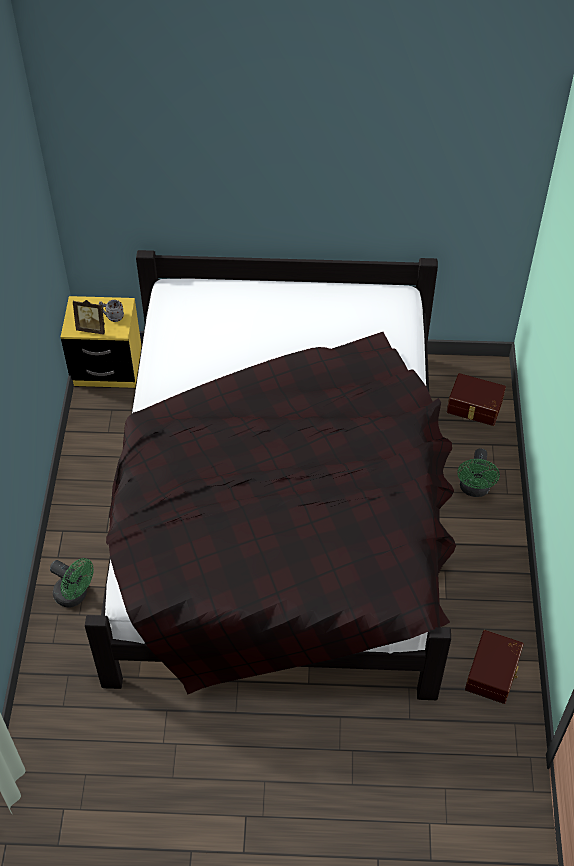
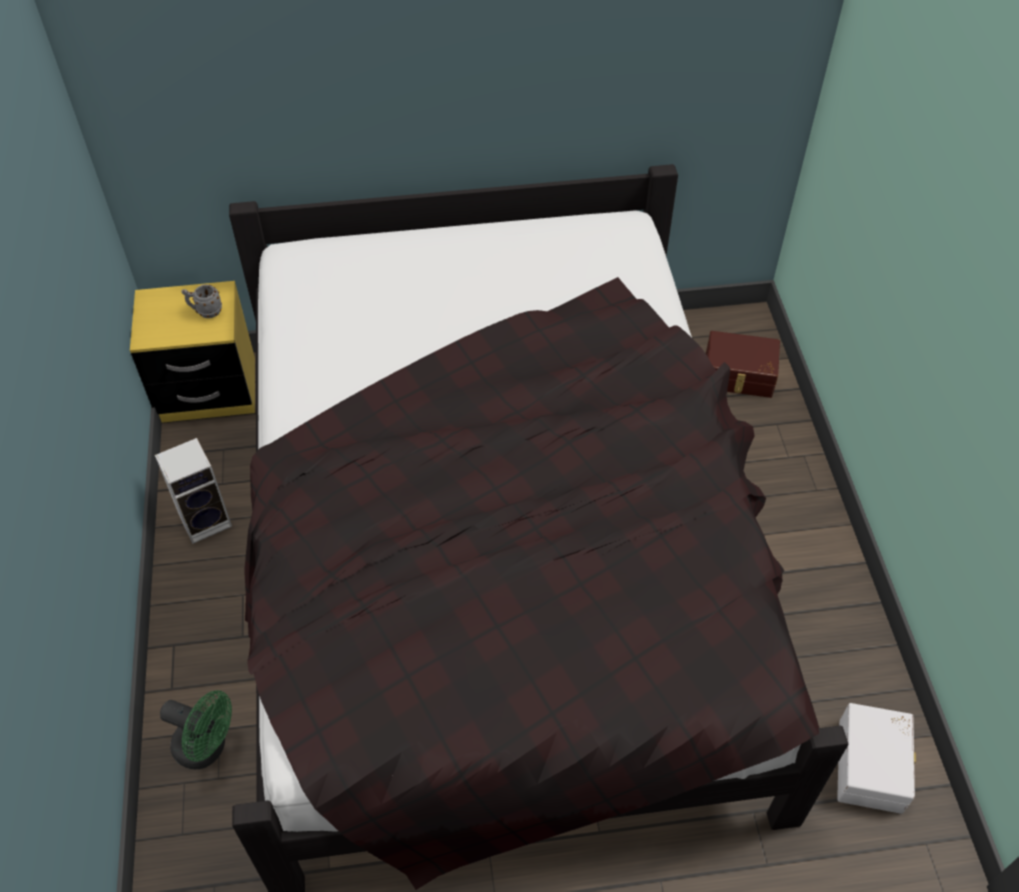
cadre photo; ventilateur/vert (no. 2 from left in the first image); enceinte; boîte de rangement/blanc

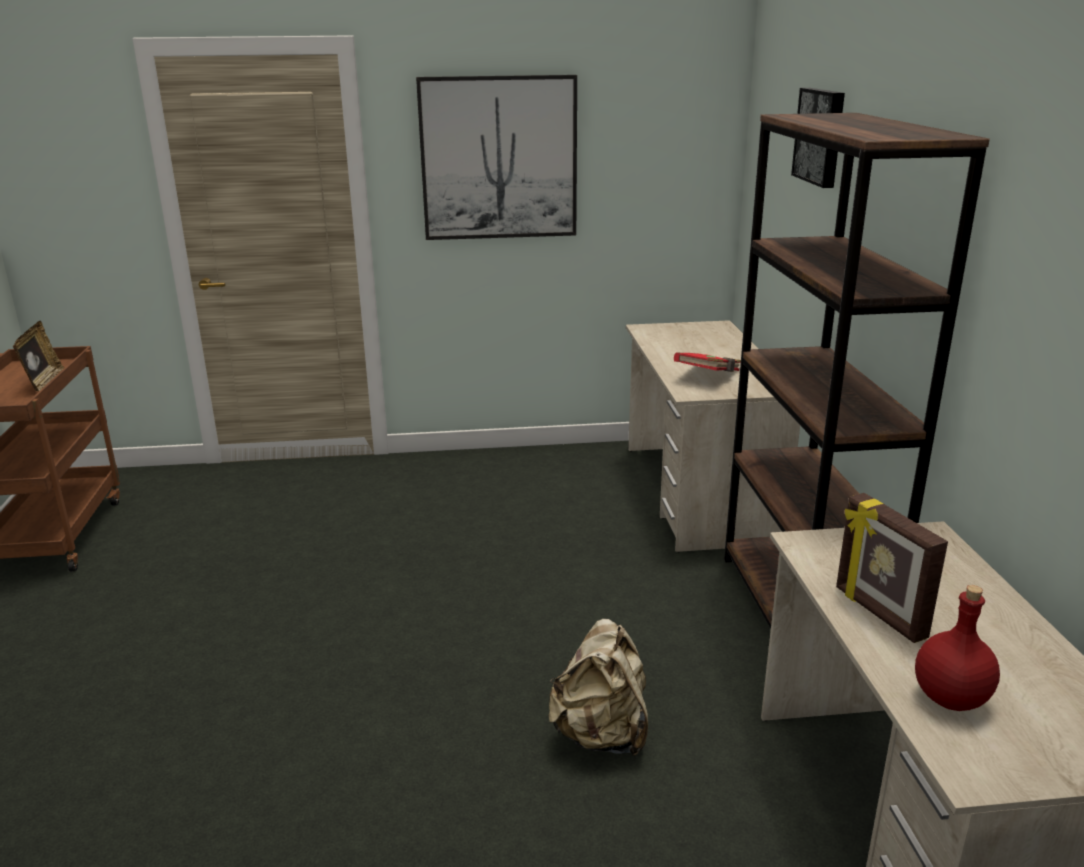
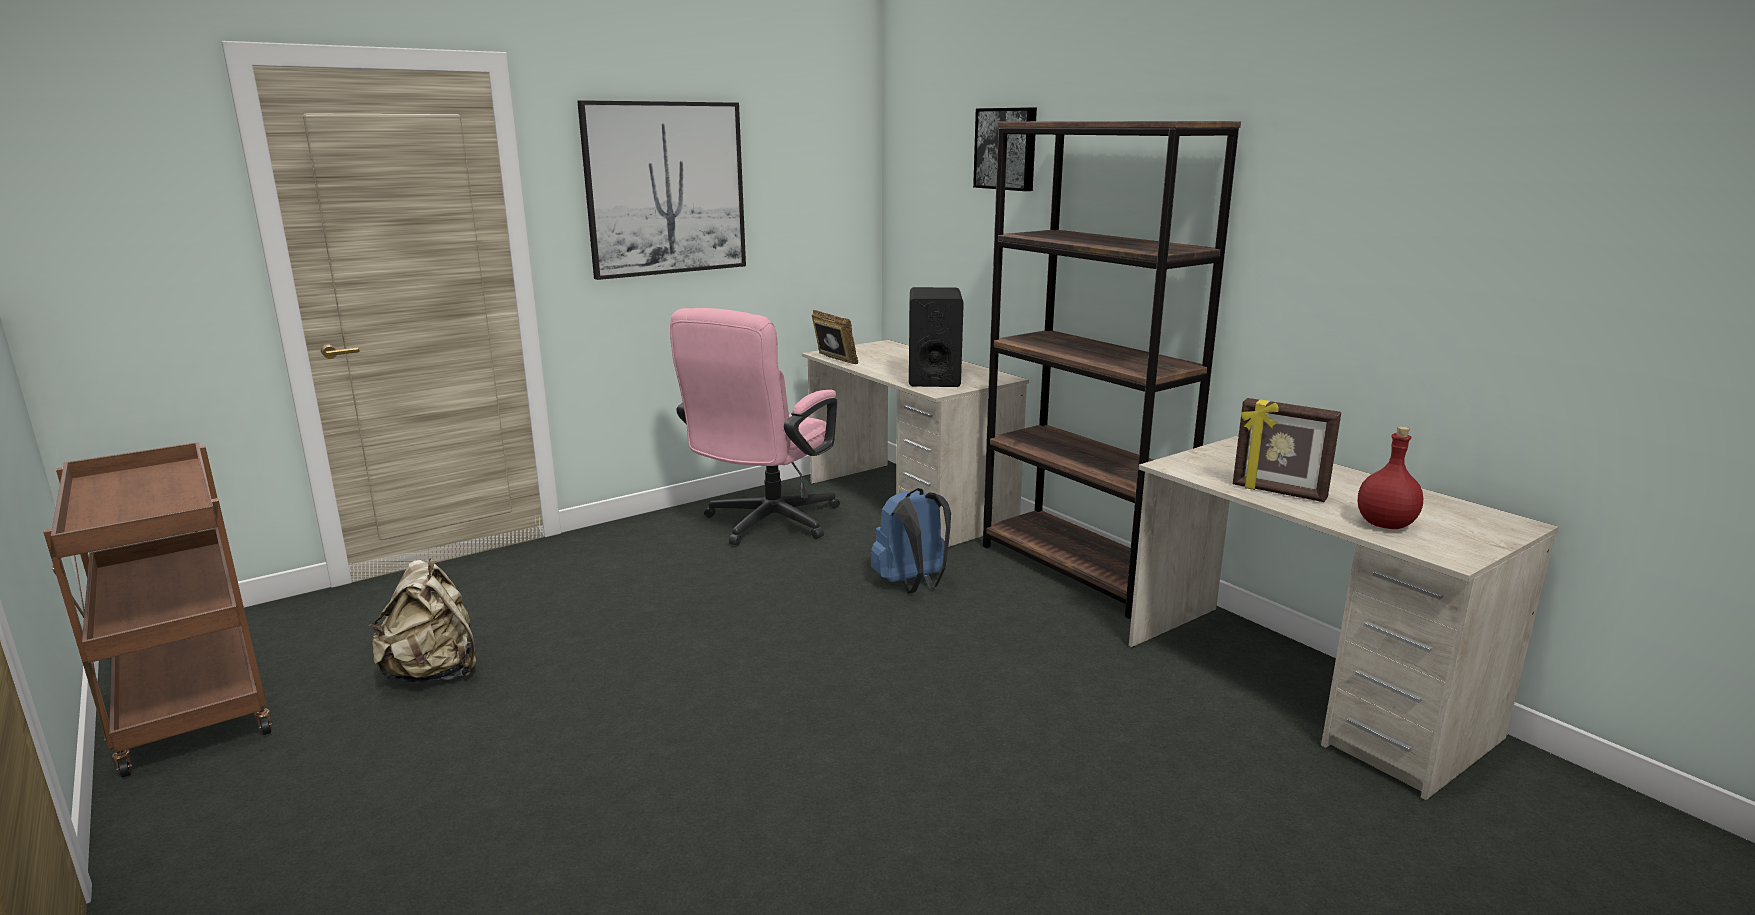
chaise de bureau/rose; sac à dos/bleu; cadre photo (no. 1 from left); sac à dos/beige; enceinte/noir

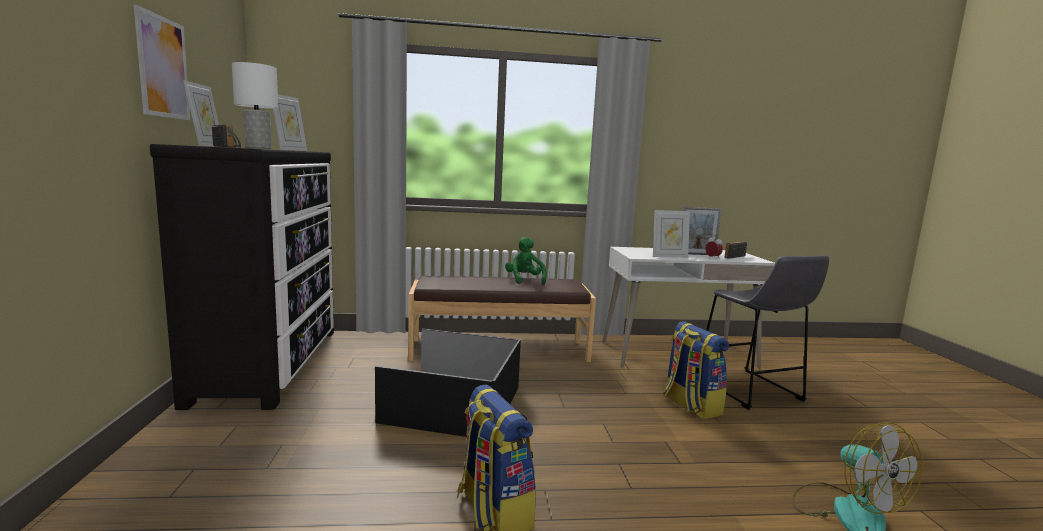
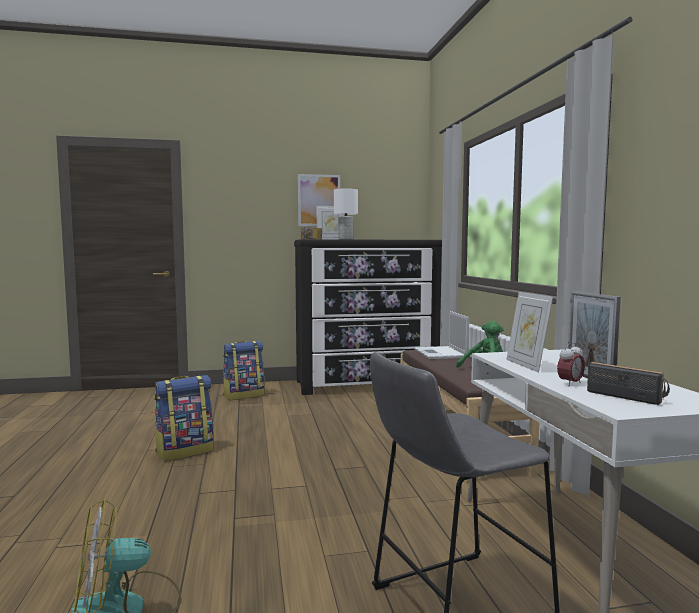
cadre photo (no. 2 from left in the first image); boîte de rangement/noir; ordinateur portable; sac à dos (no. 2 from left)

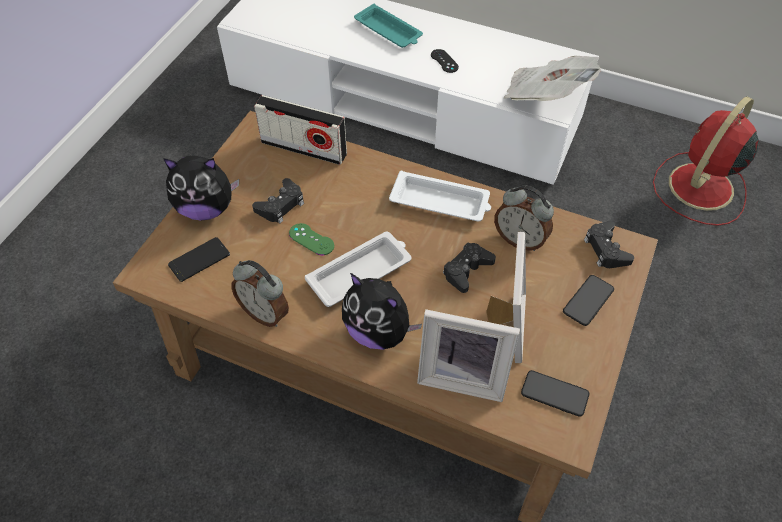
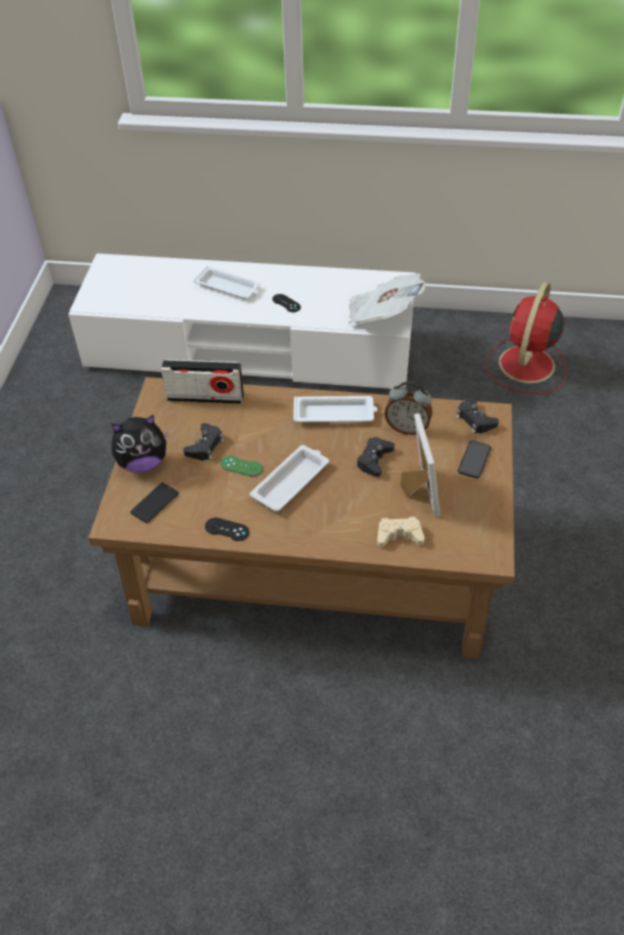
peluche (no. 2 from left in the first image); téléphone (no. 2 from left in the first image); manette/noir (no. 2 from left); manette/beige; plateau/blanc (no. 1 from left)

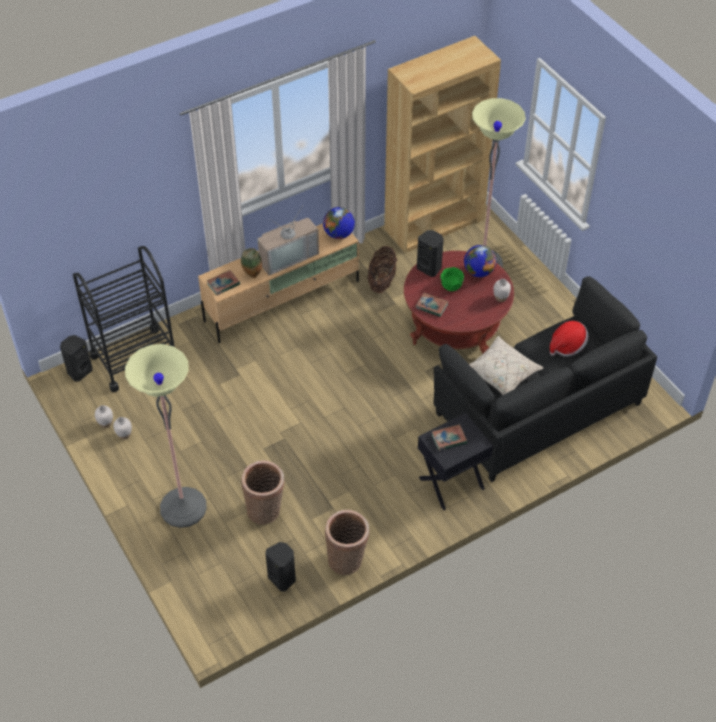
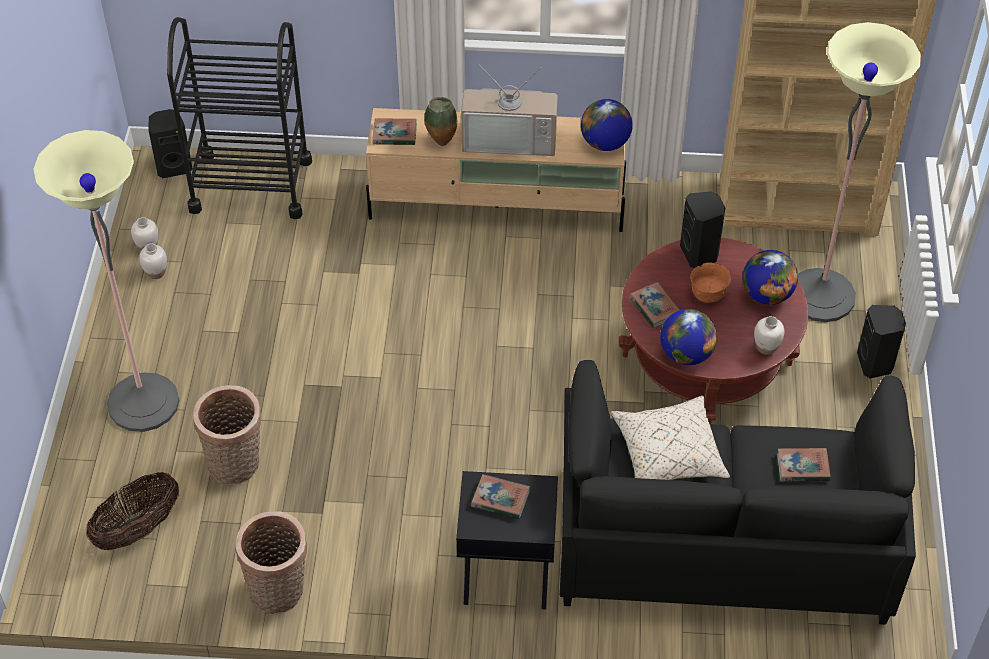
globe (no. 2 from left); enceinte/noir (no. 3 from left); panier (no. 1 from left); livre (no. 4 from left); bol/orange

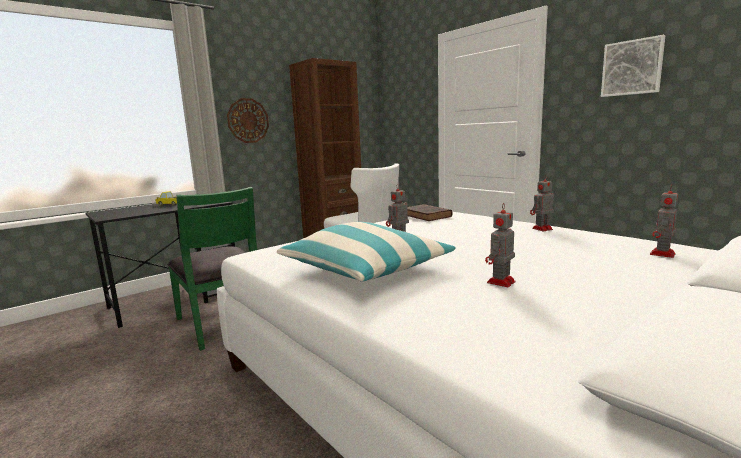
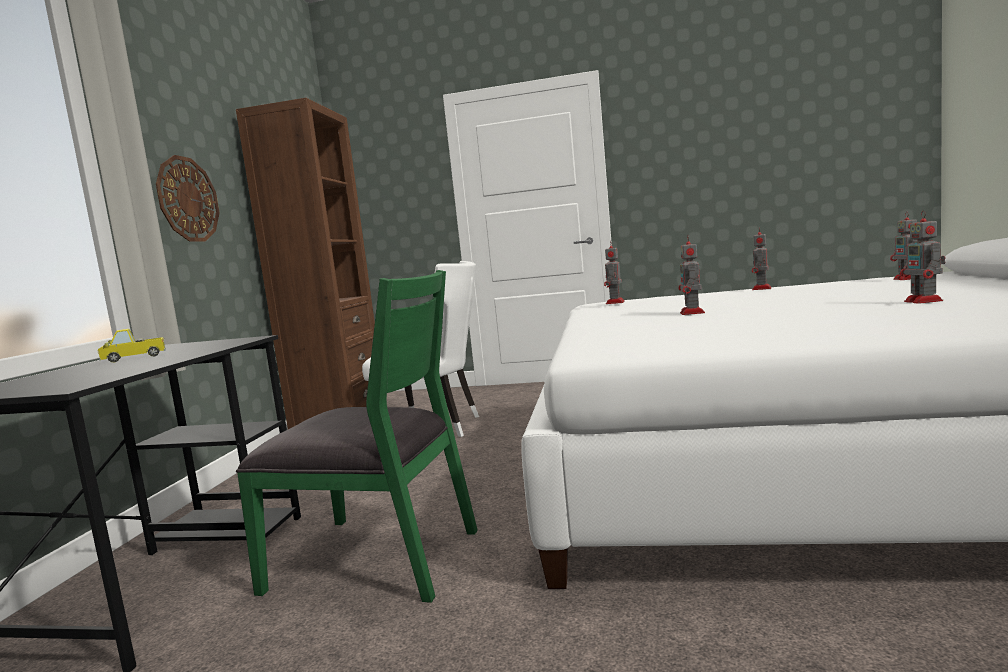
coussin; tableau; robot jouet (no. 1 from left)

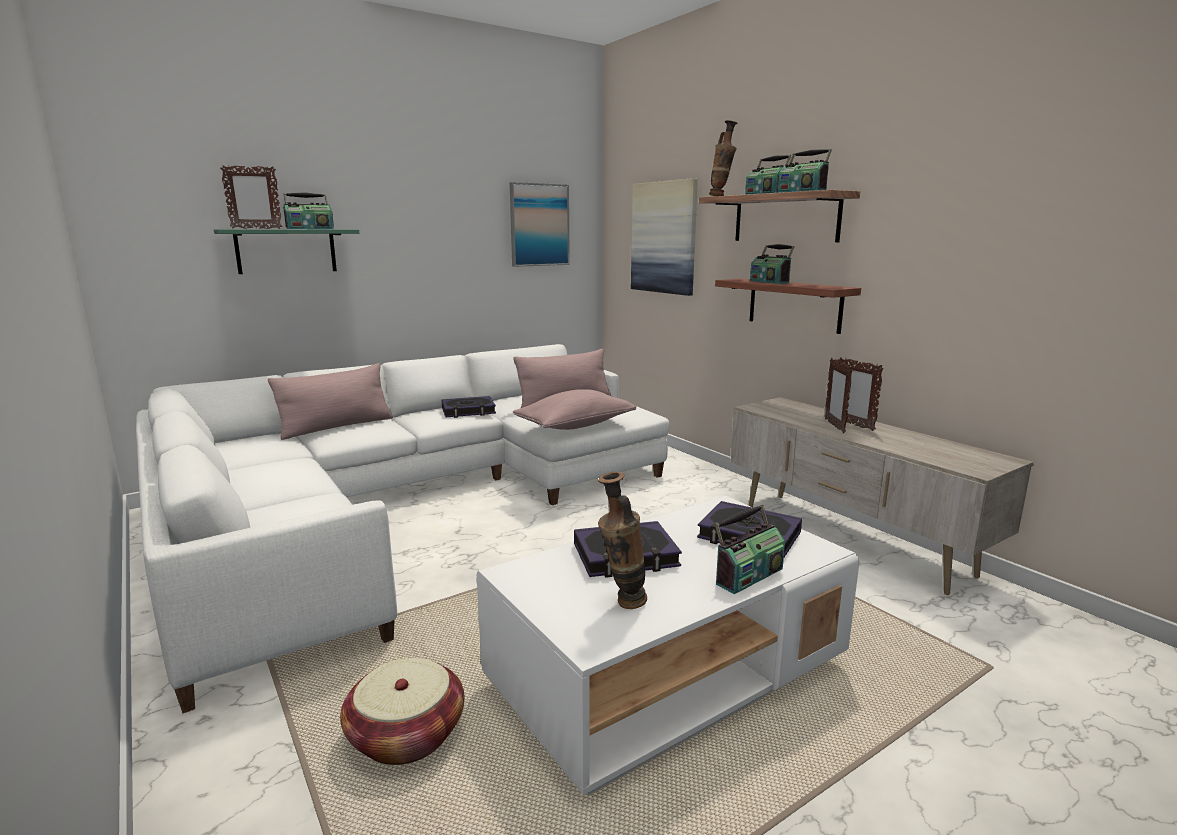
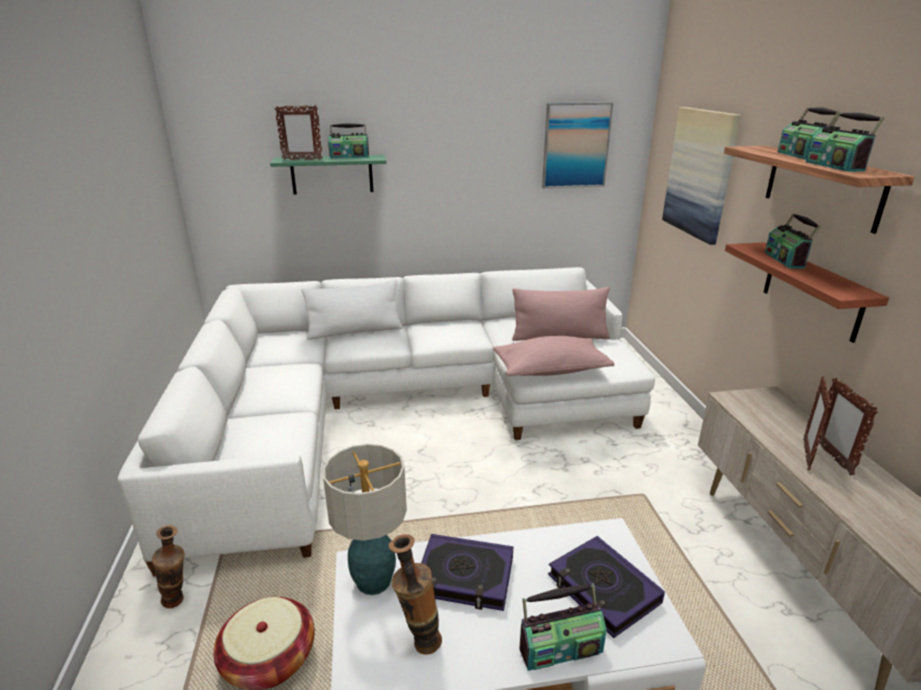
livre (no. 1 from left in the first image); lampe de table; vase (no. 1 from left); coussin/blanc

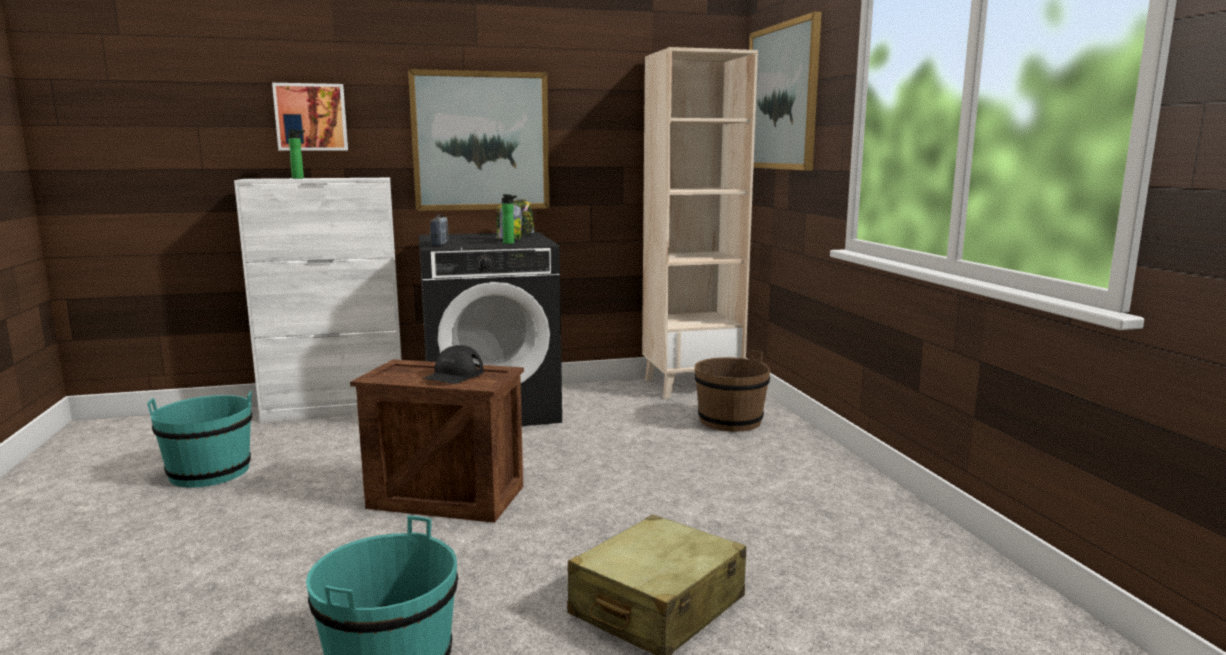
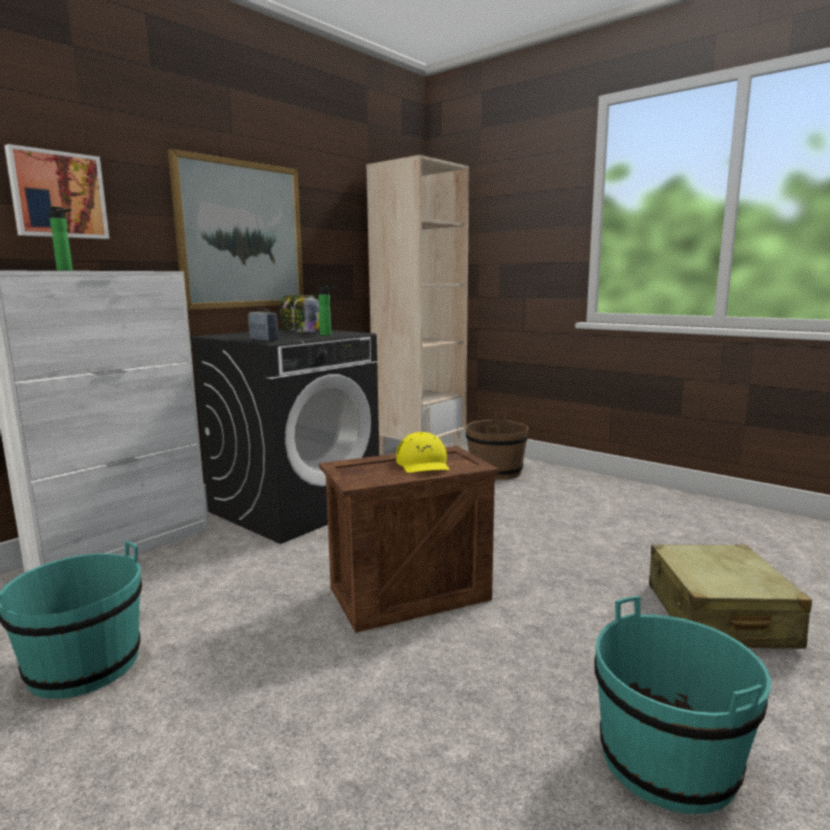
tableau (no. 3 from left in the first image); casquette/jaune

